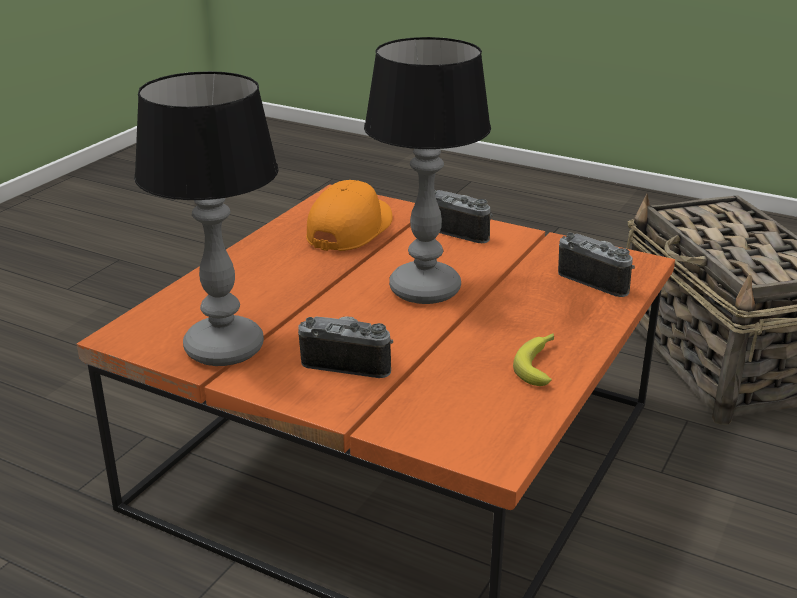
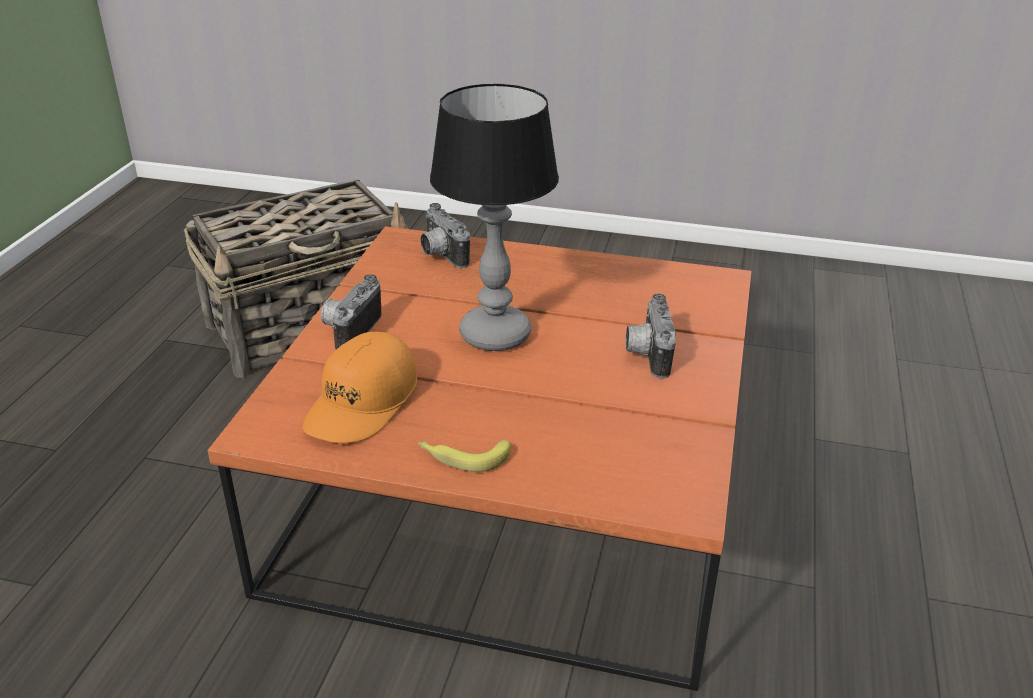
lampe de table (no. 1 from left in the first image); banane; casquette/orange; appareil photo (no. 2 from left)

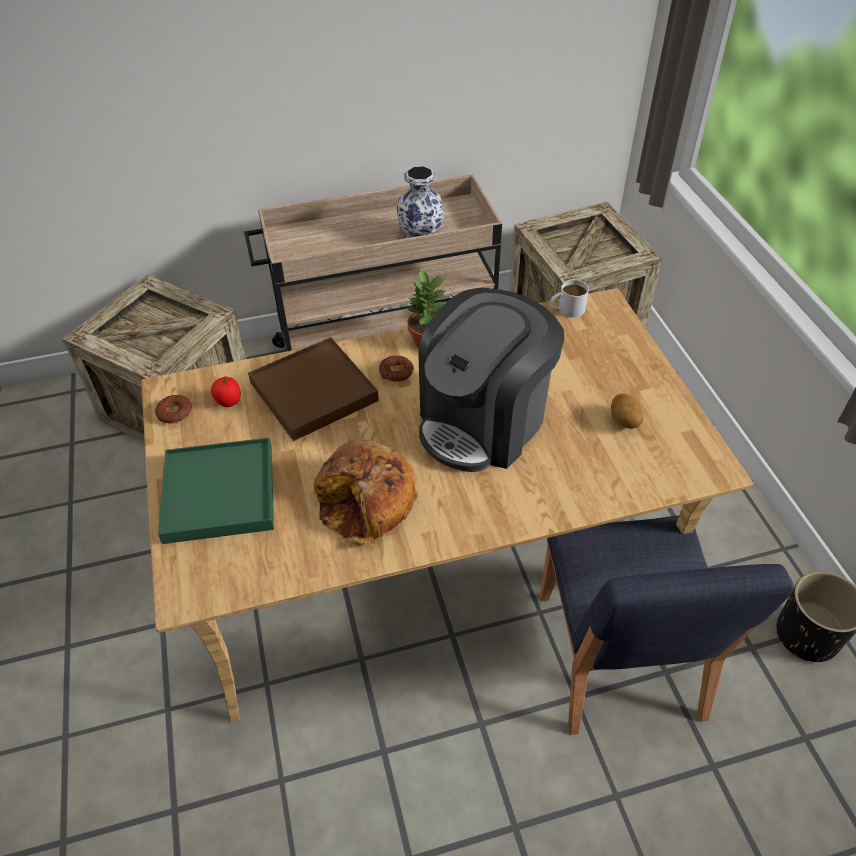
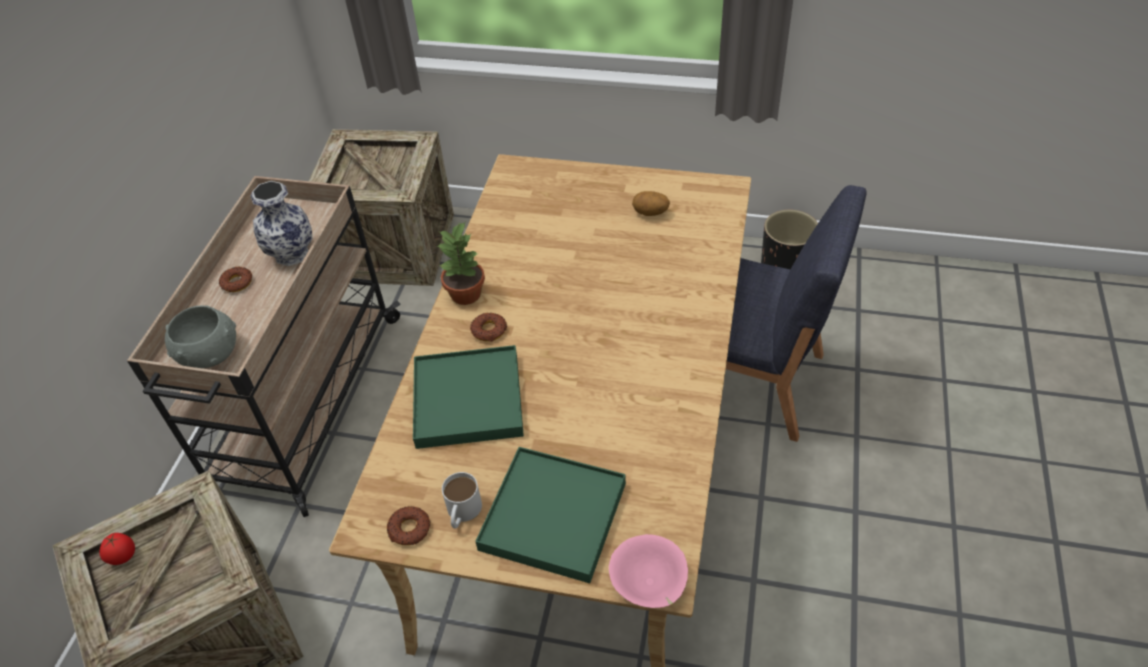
pain; machine à café; bol/gris; beignet (no. 1 from left); bol/rose; tomate; mug/blanc; plateau/vert (no. 1 from left)

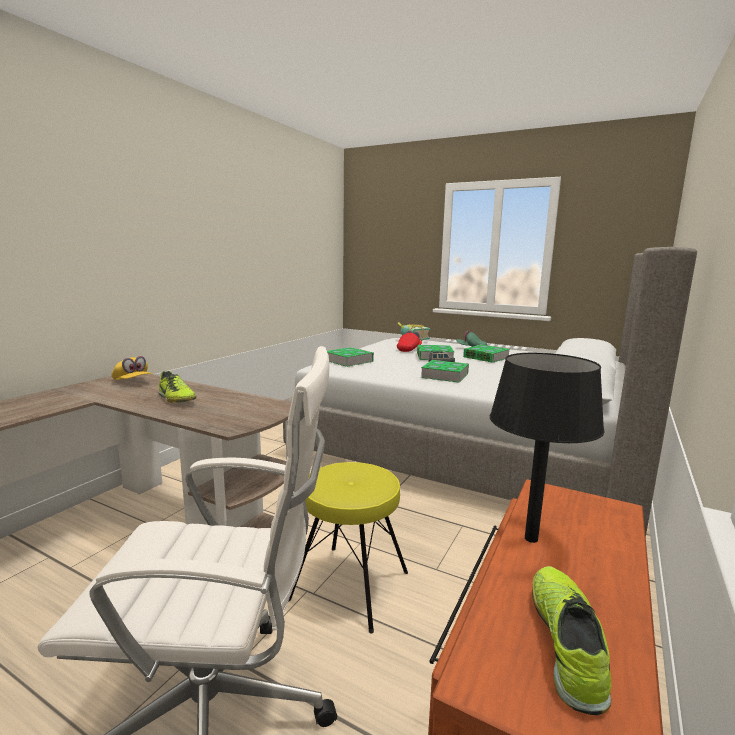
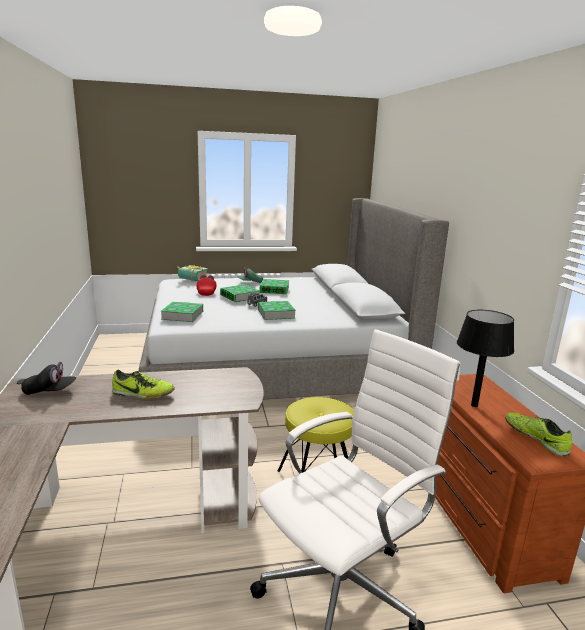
casquette/noir

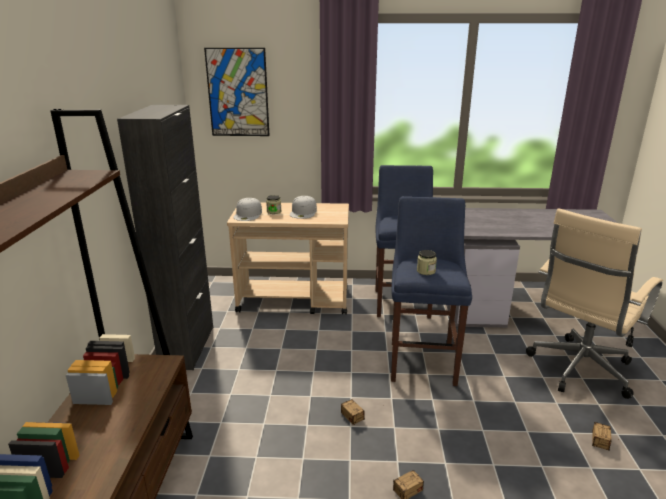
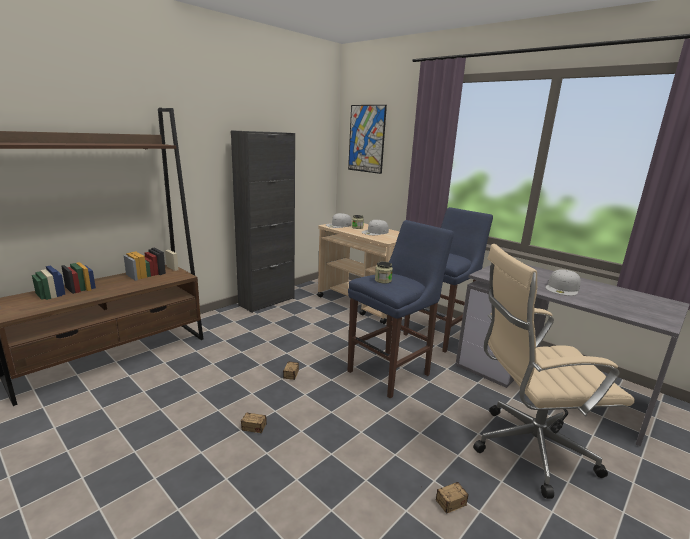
casquette/blanc (no. 3 from left)

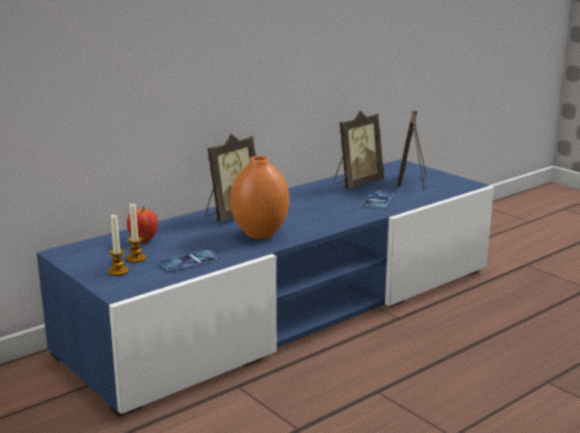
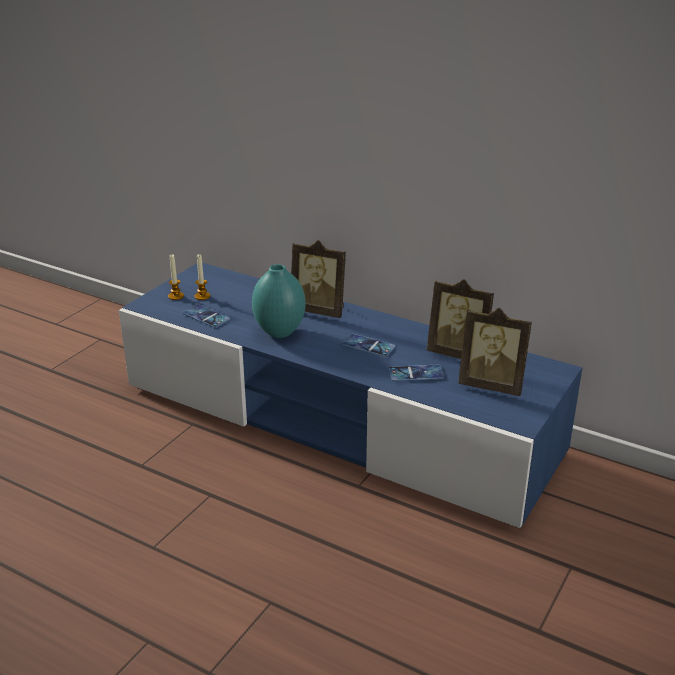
pomme; téléphone (no. 2 from left); vase/turquoise; cadre photo (no. 3 from left)

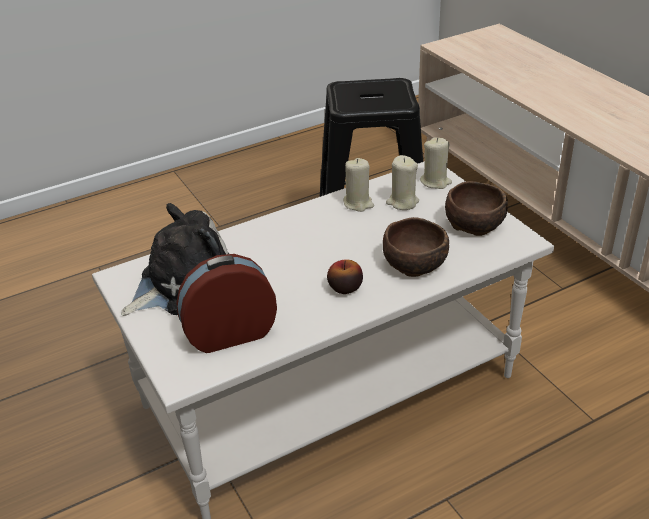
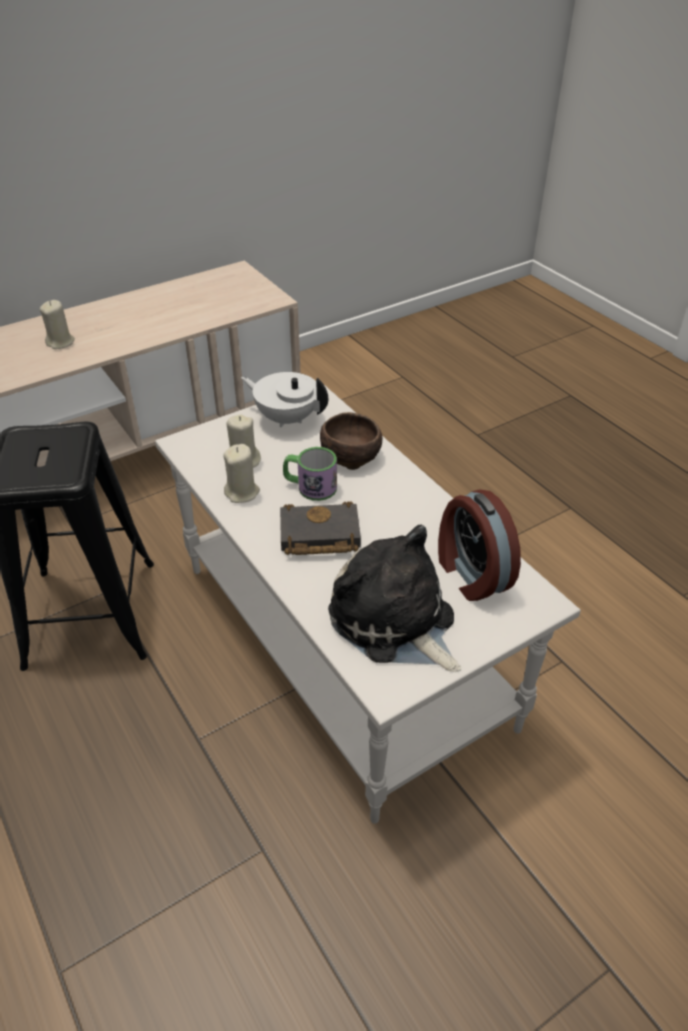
pomme; livre/noir; mug; bougie/beige (no. 1 from left); théière/blanc

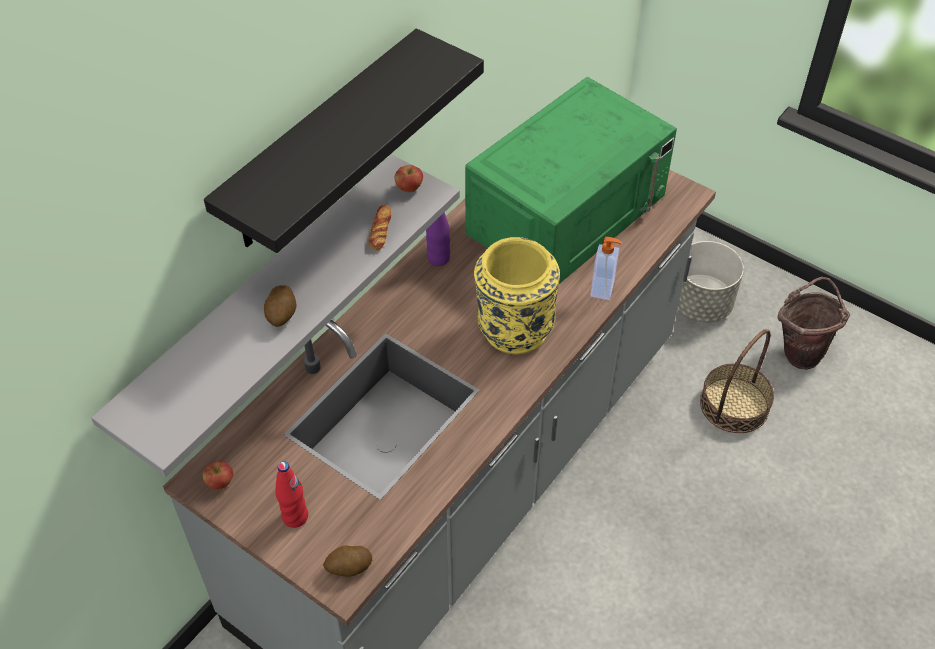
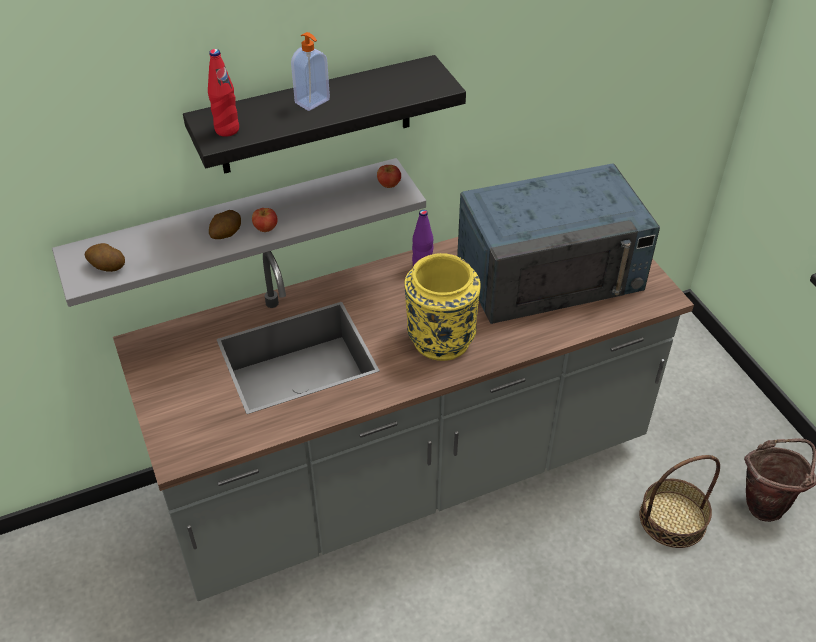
pain; cache-pot/gris; pomme (no. 1 from left); bouteille/rouge; pomme de terre (no. 1 from left); distributeur de savon; micro-ondes/bleu

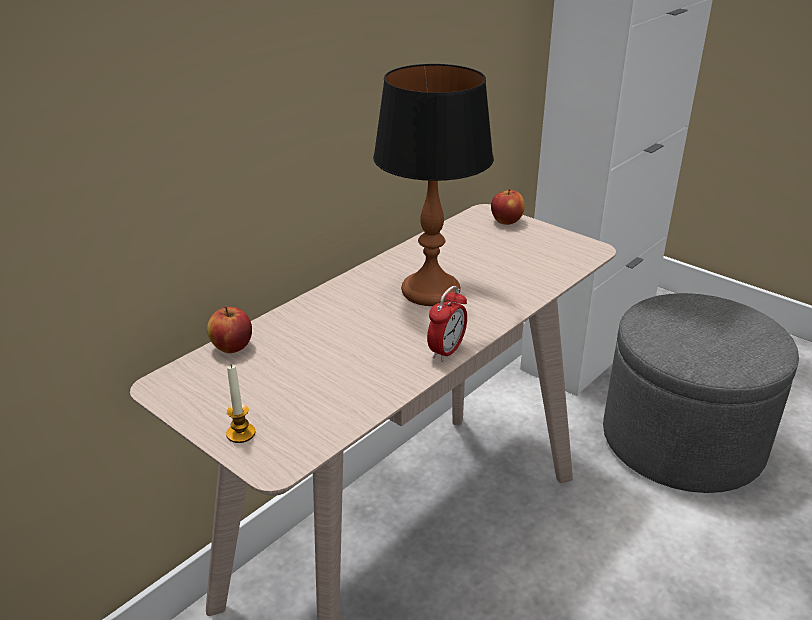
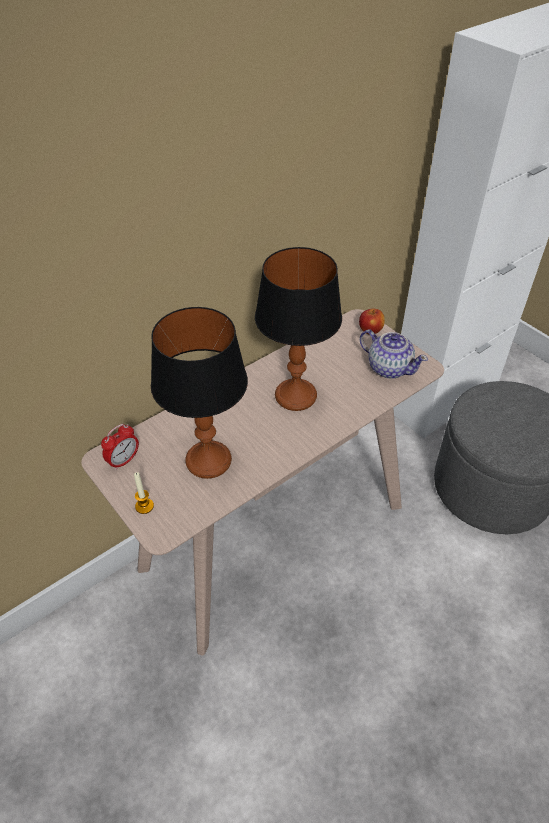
pomme (no. 1 from left in the first image); lampe de table (no. 1 from left); théière; réveil

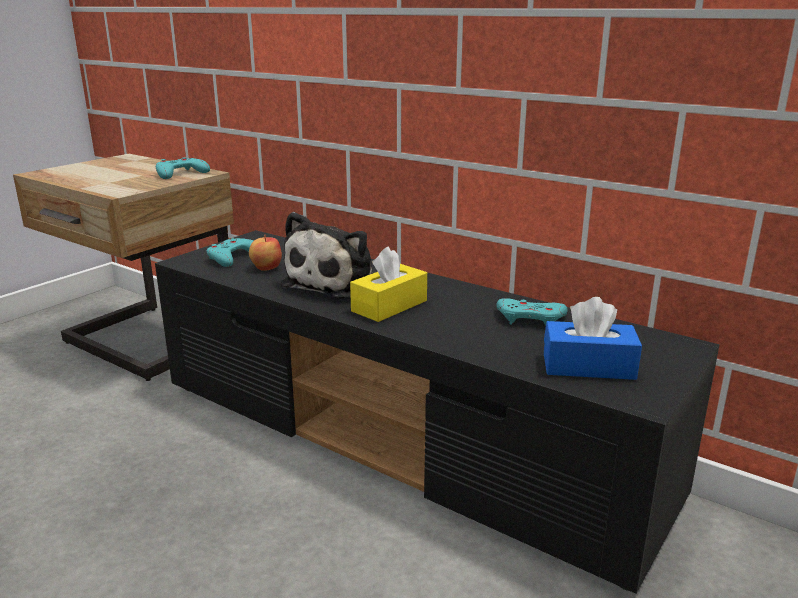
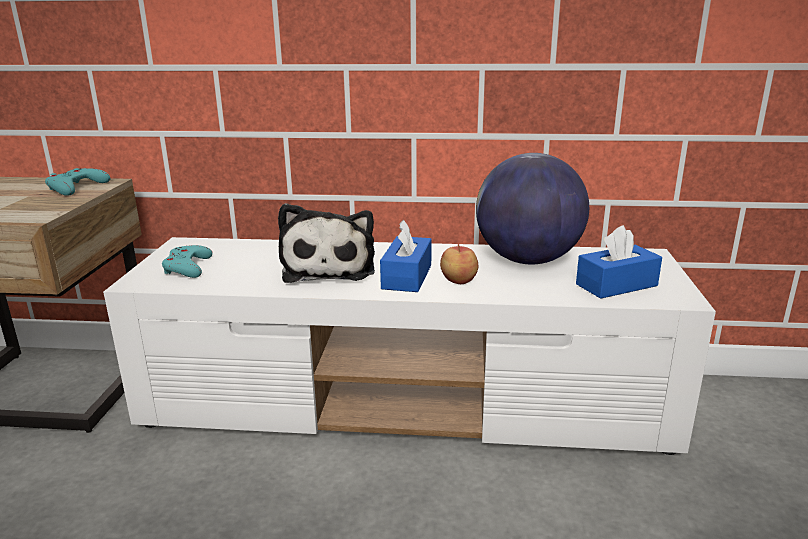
pomme; globe; meuble télé/blanc; boîte à mouchoirs/bleu (no. 1 from left)

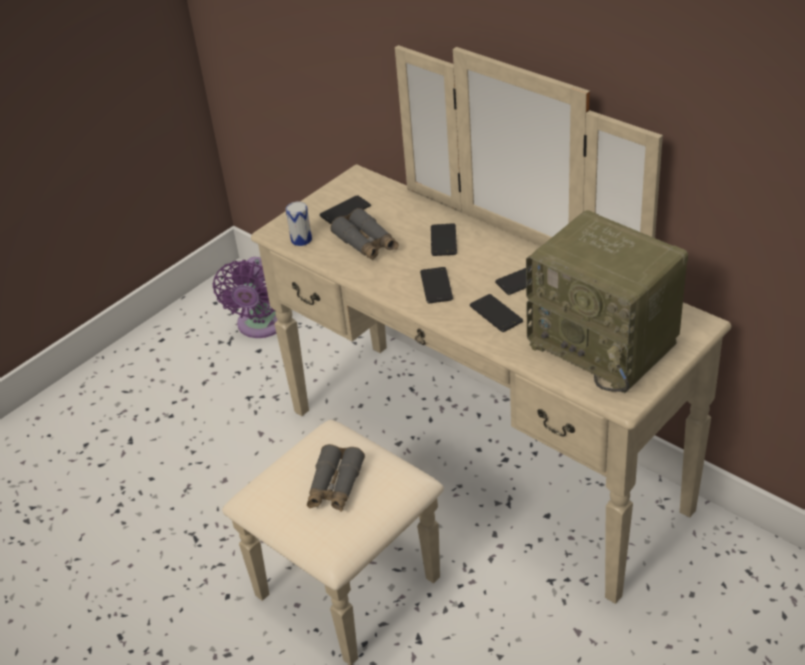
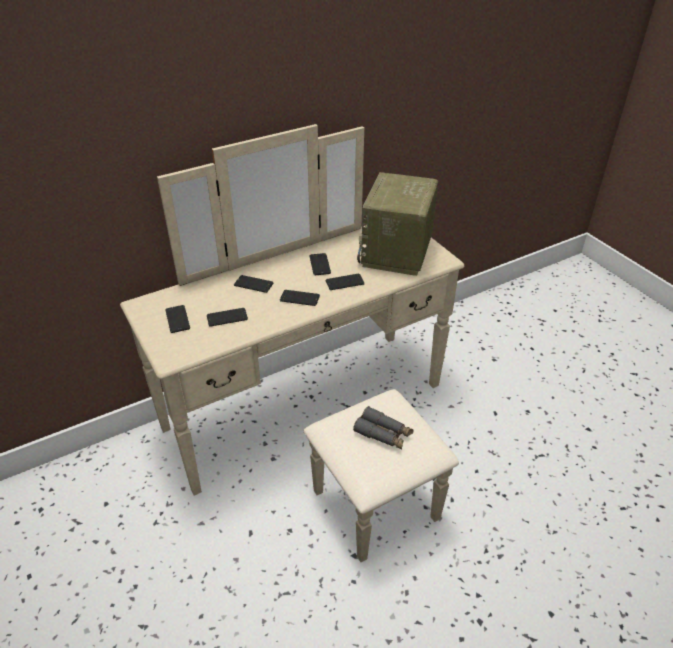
ventilateur/violet; boîte métallique; téléphone (no. 2 from left); radio

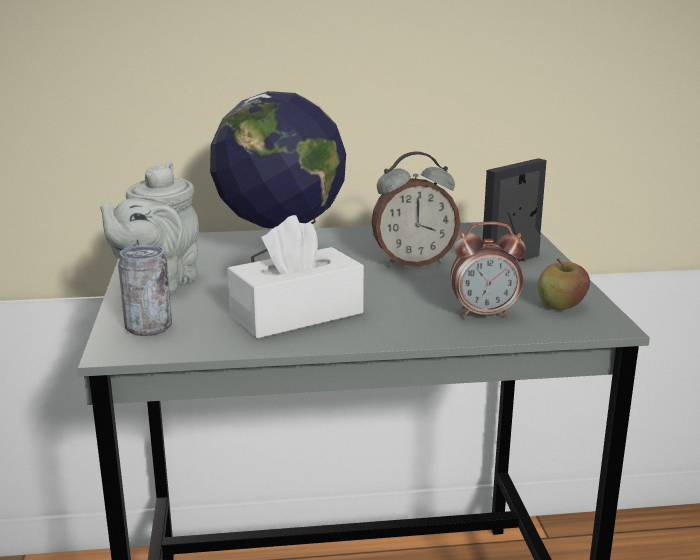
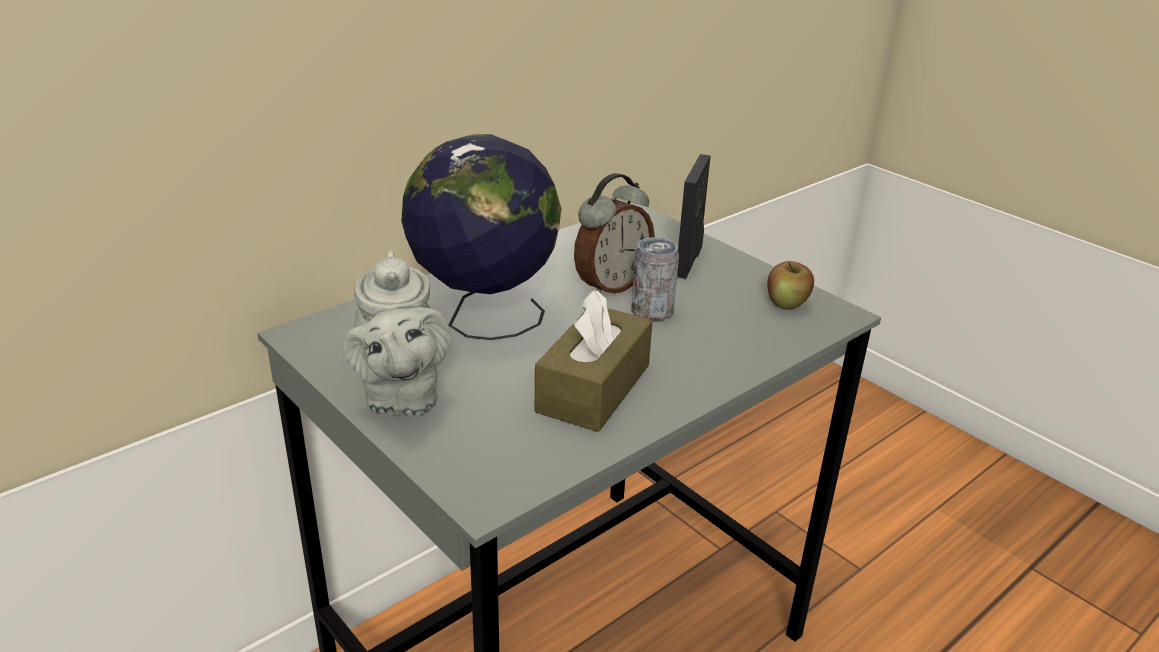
réveil (no. 2 from left in the first image); boîte métallique; boîte à mouchoirs/marron

